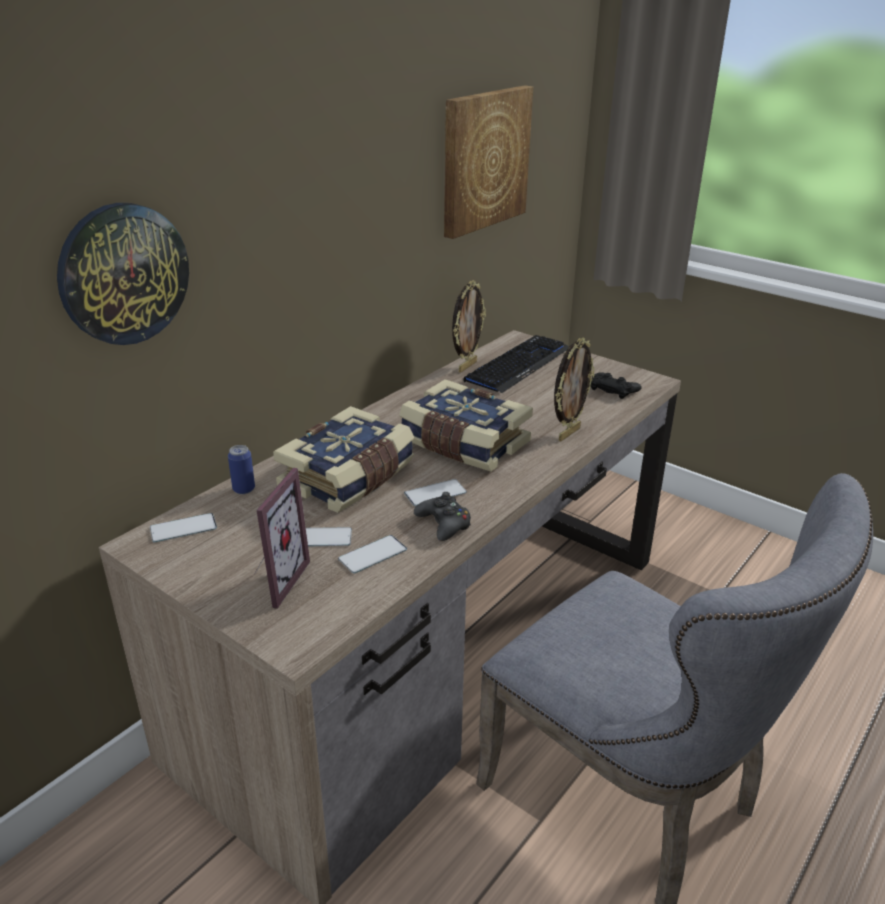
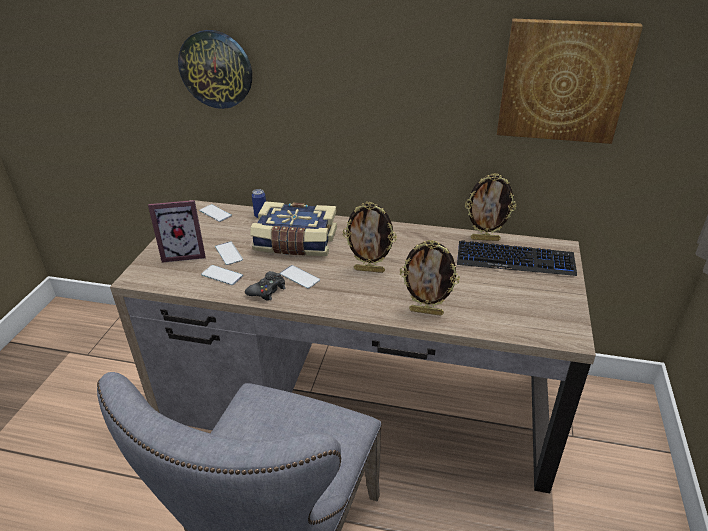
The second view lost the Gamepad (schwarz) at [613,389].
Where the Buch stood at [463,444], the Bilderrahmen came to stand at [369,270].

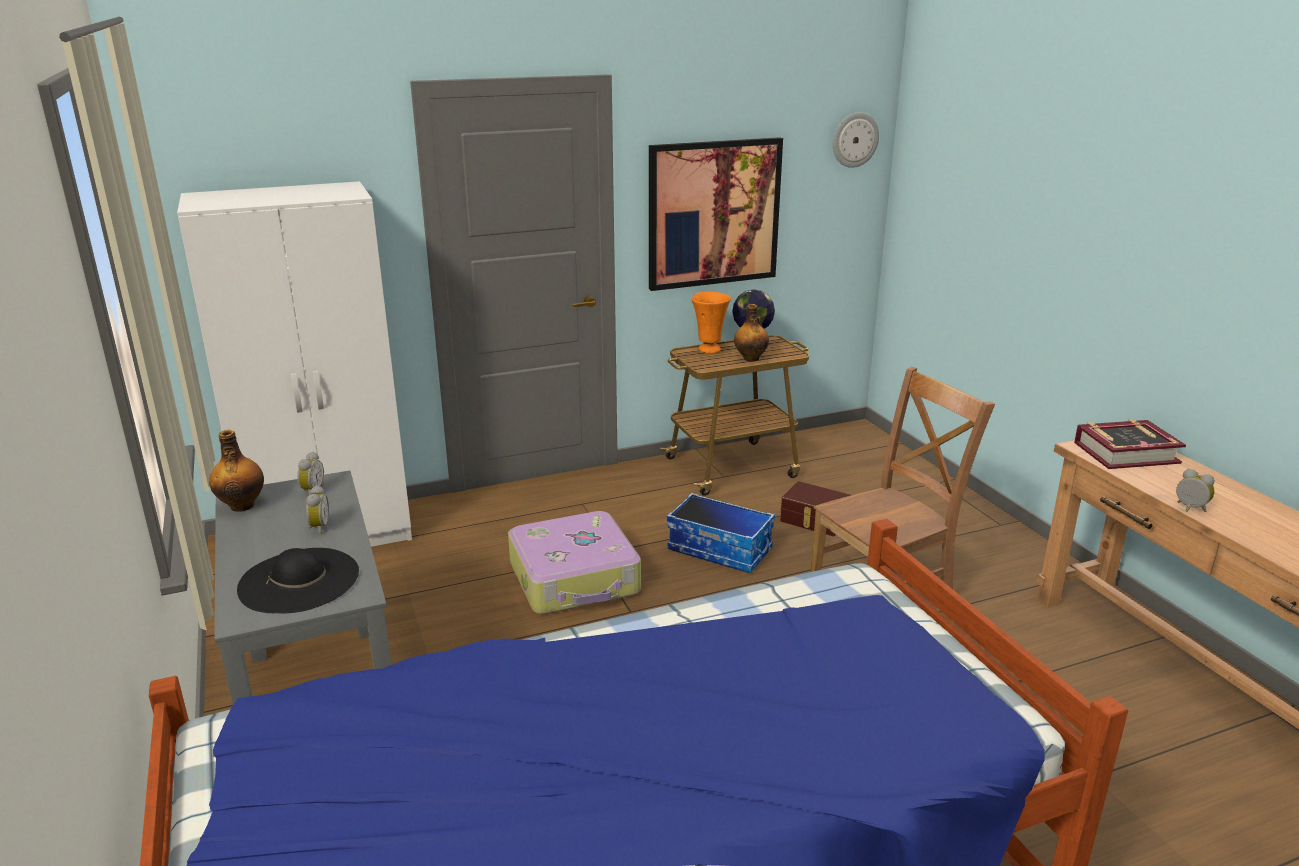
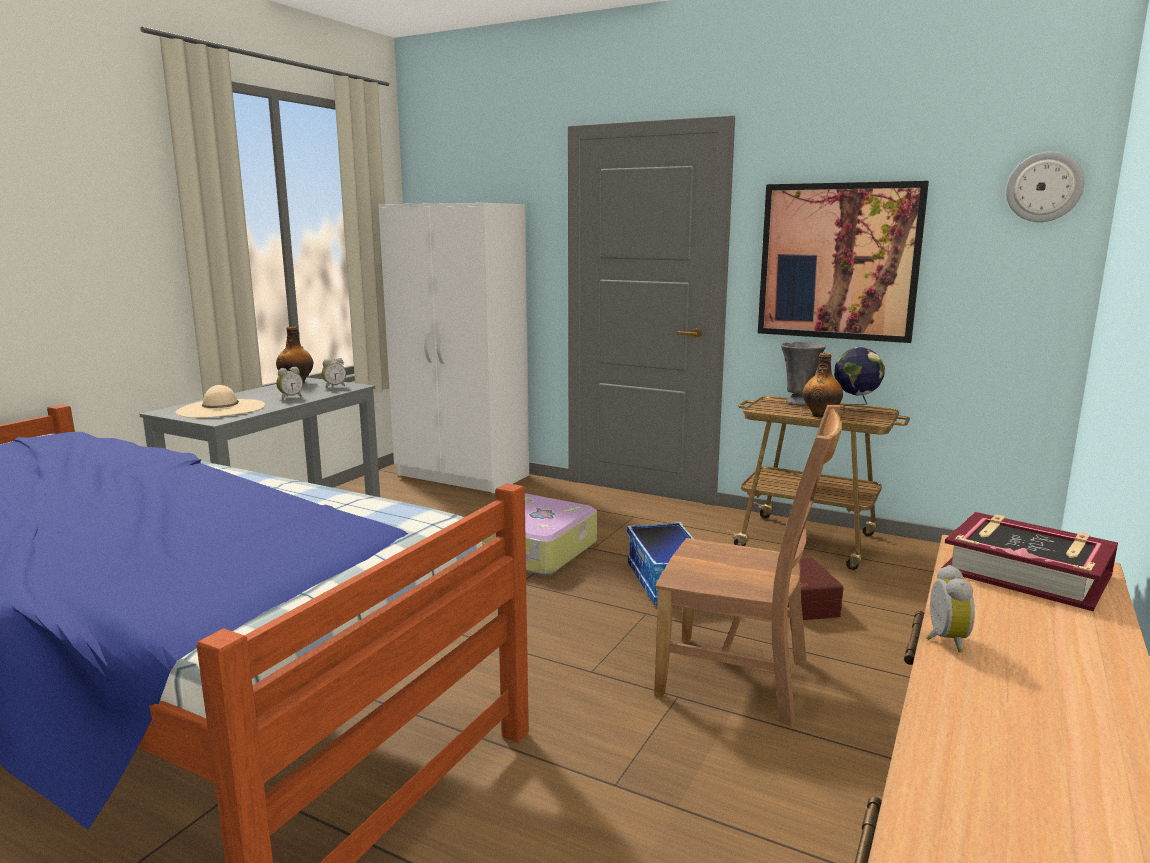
What was the Vase (orange) at [709,349] turned into the Vase (grau) at [799,402].
What was the Hut (schwarz) at [299,580] turned into the Hut (beige) at [221,409].

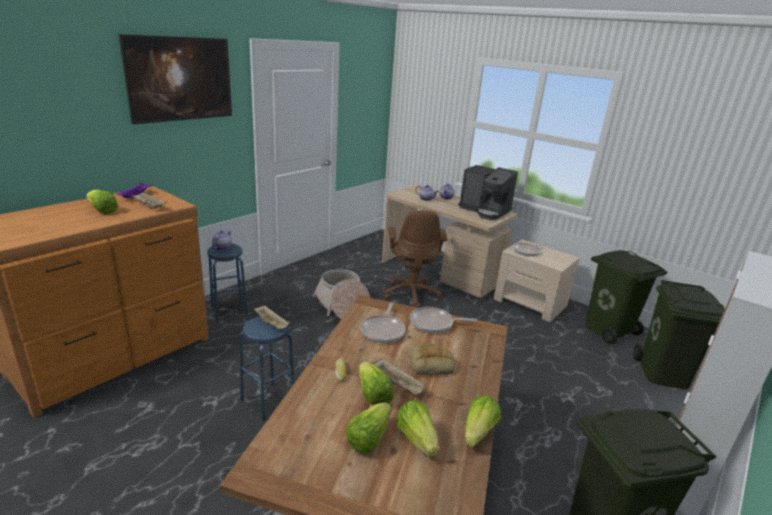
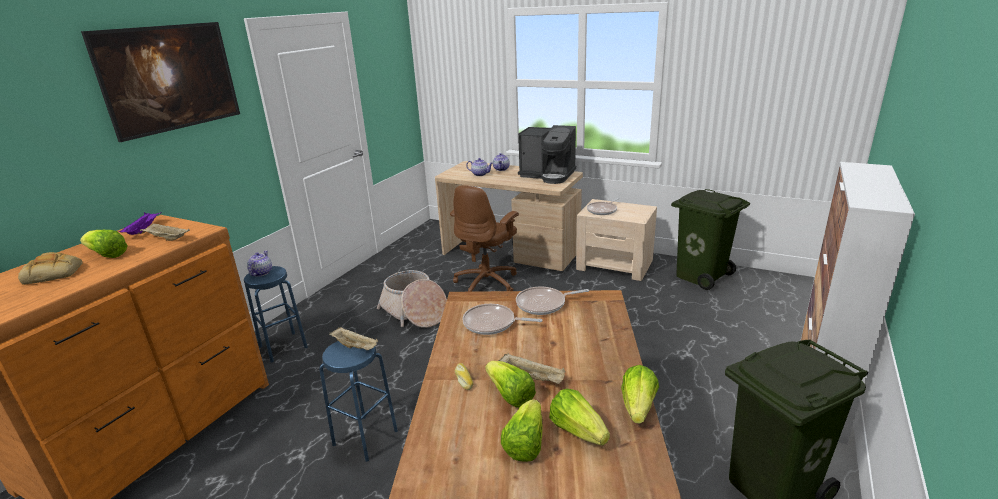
The Bürostuhl (braun) at [411,294] ended up facing another way, 45 degrees clockwise from before.
The second view lost the Mülleimer (grün) at [662,373].
The Pfanne at [383,330] ended up facing another way, 105 degrees clockwise from before.
The Brot ended up elsewhere, having gone from [431,364] to [55,273].

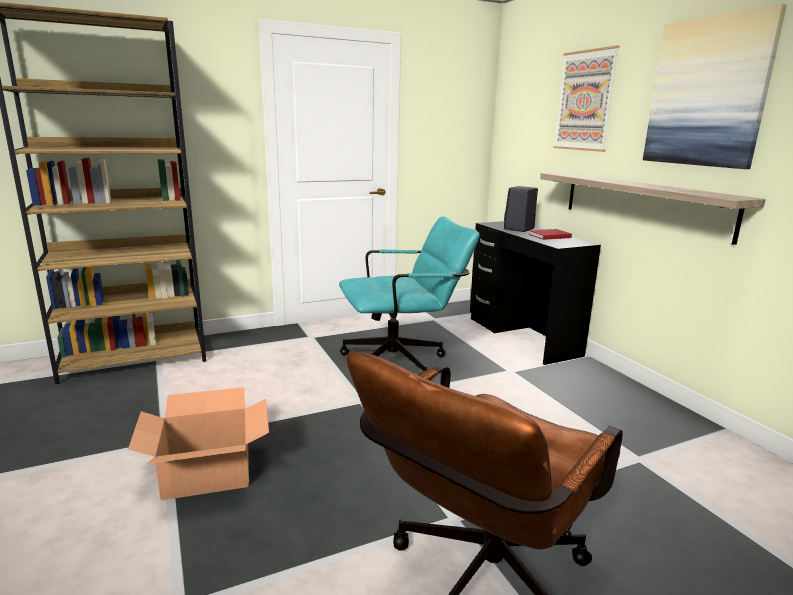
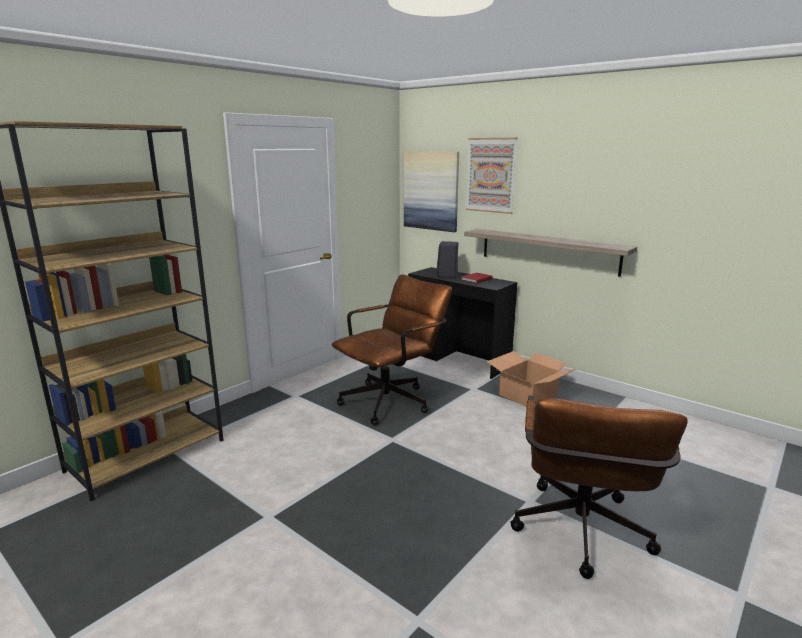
The Bild ended up elsewhere, having gone from [708,92] to [431,190].
What was the Bürostuhl (türkis) at [403,362] turned into the Bürostuhl (braun) at [392,400].
The Karton ended up elsewhere, having gone from [207,470] to [527,395].

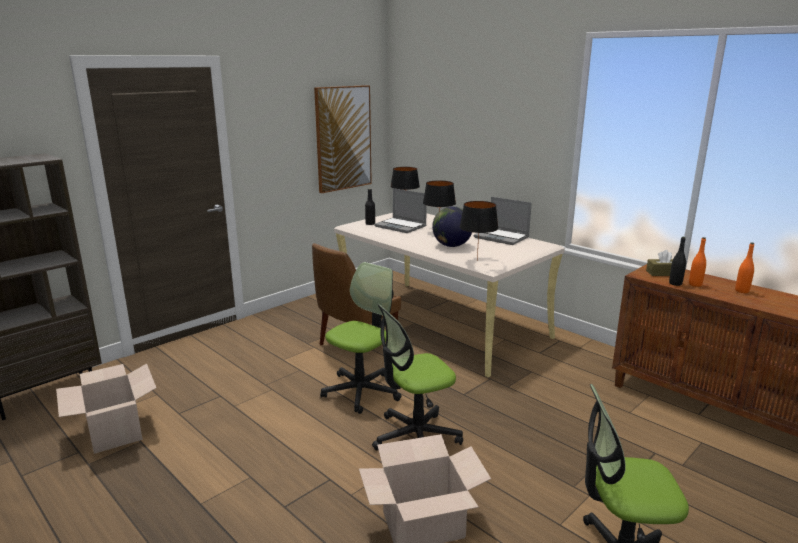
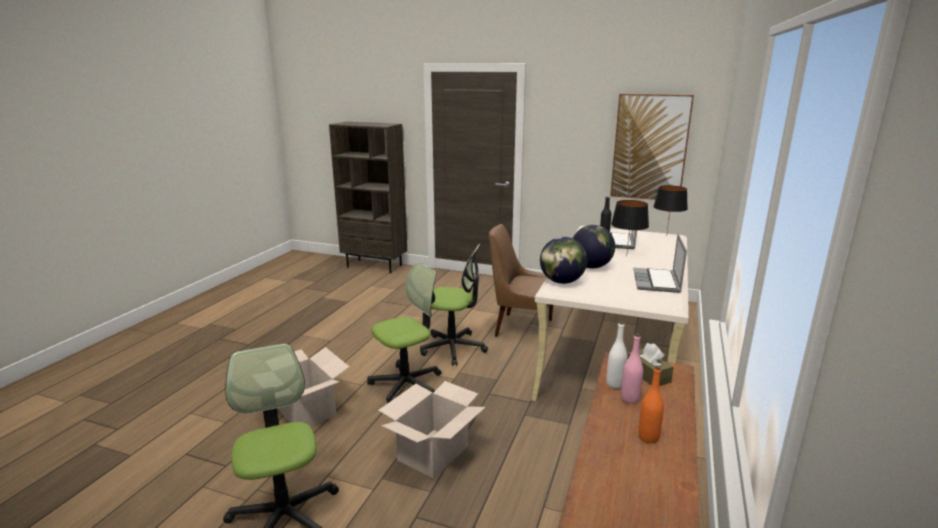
Where the Tischlampe (schwarz) stood at [477,260], the Globus came to stand at [561,282].
What was the Flasche (schwarz) at [675,283] turned into the Flasche (weiß) at [615,384].
What was the Flasche (orange) at [695,284] turned into the Flasche (rosa) at [629,399].
The Bürostuhl at [415,437] ended up facing another way, 105 degrees clockwise from before.
The Karton ended up elsewhere, having gone from [115,431] to [433,453].

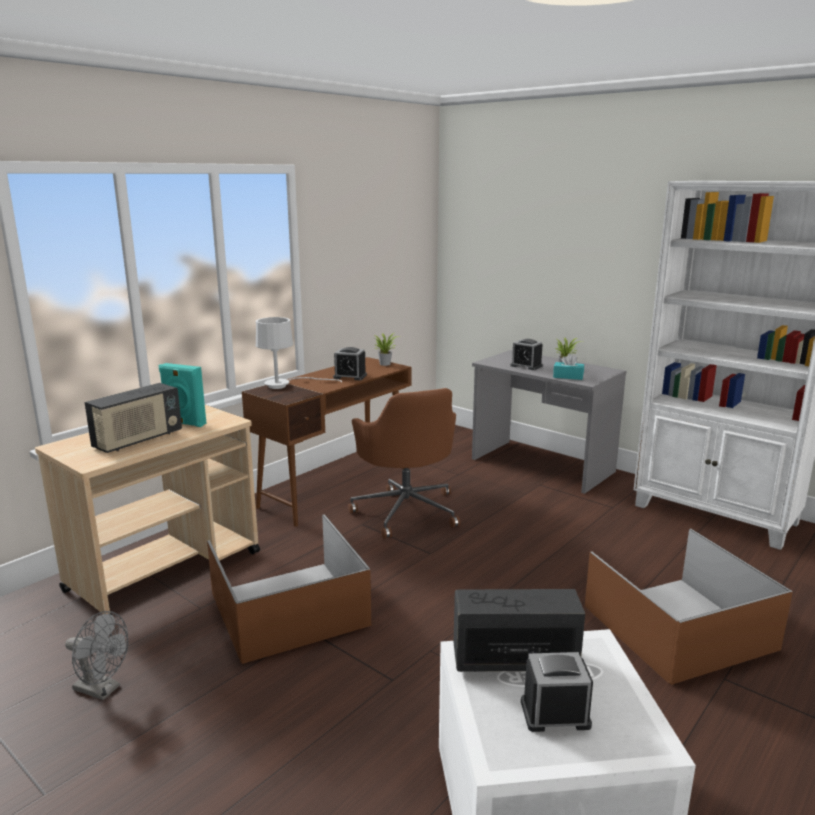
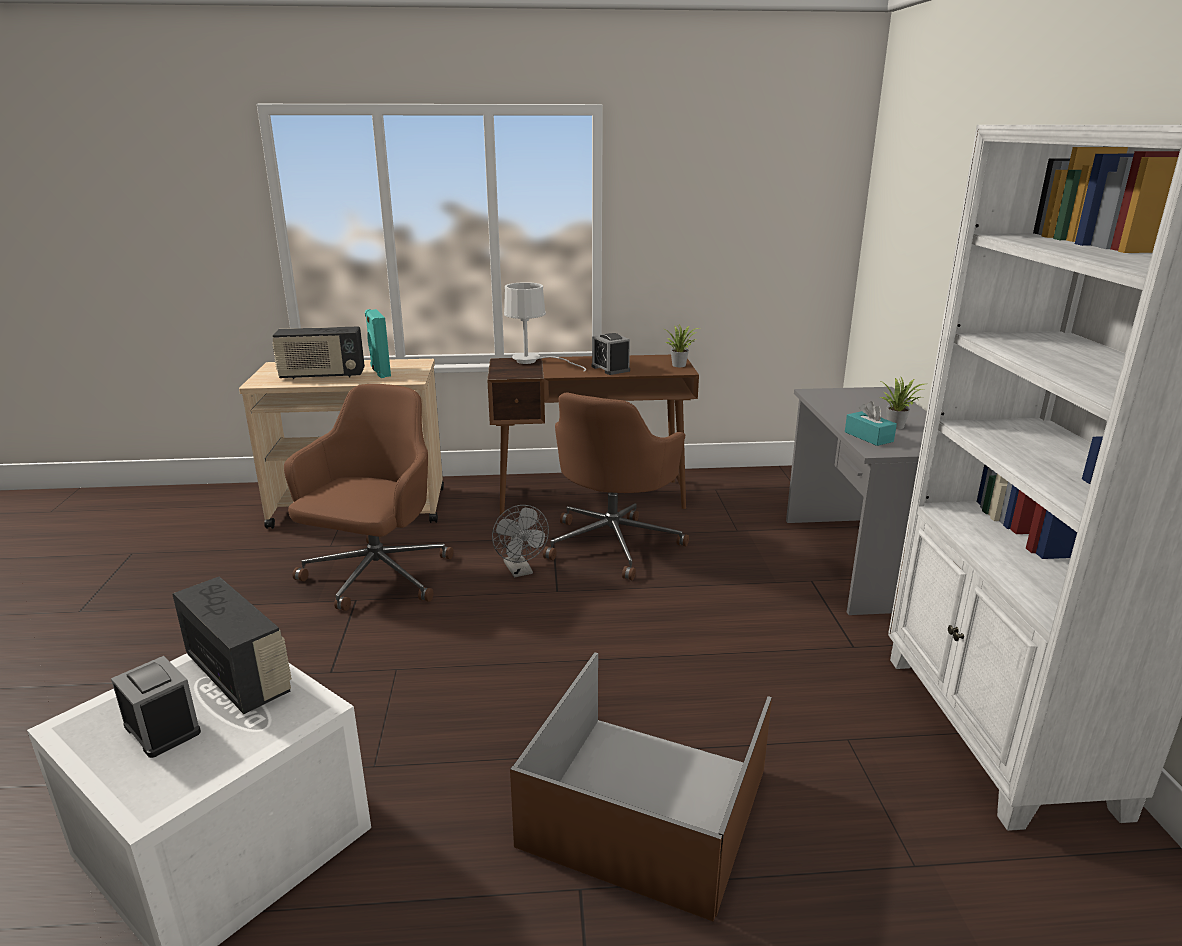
The second view lost the Wecker at [526,366].
Where the Aufbewahrungsbox (braun) stood at [291,608], the Bürostuhl (braun) came to stand at [376,577].
The Ventilator (grau) ended up elsewhere, having gone from [102,689] to [520,571].

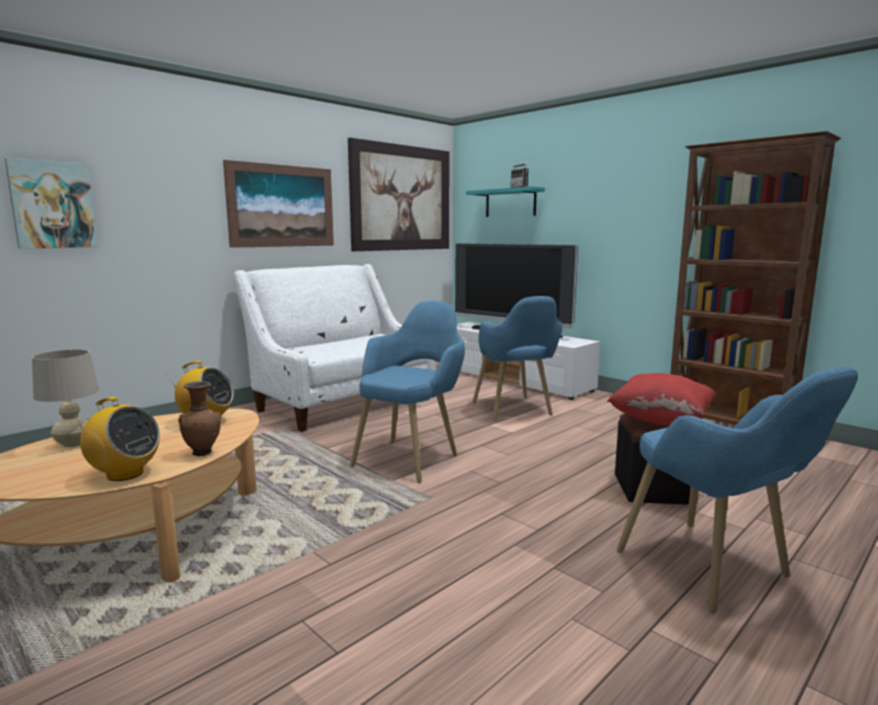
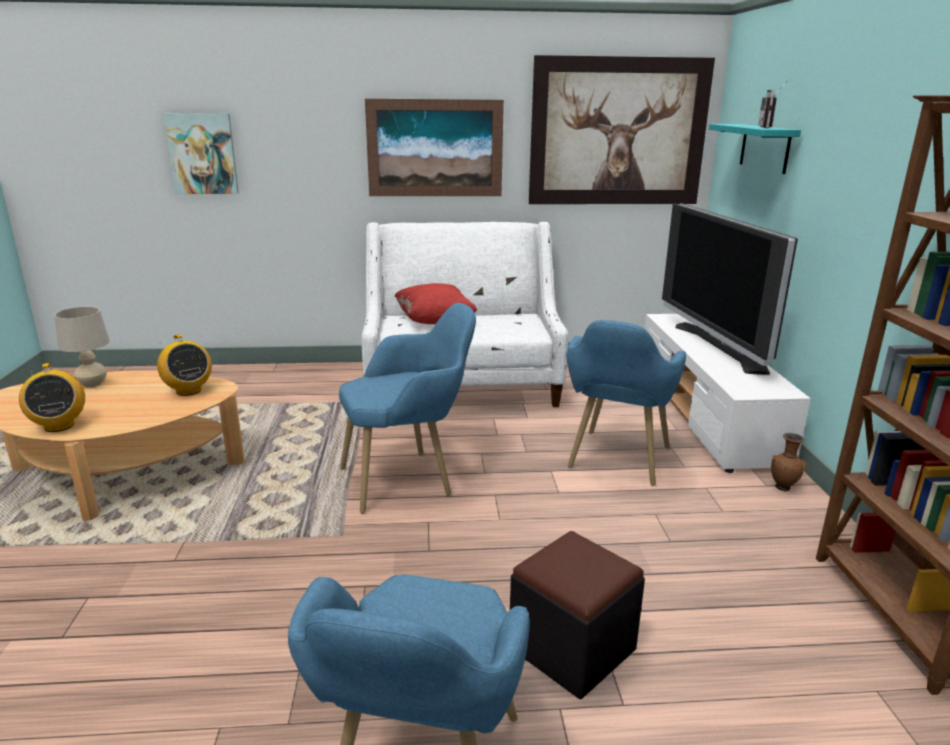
The Kissen (rot) ended up elsewhere, having gone from [661,421] to [435,321].
The Vase (braun) ended up elsewhere, having gone from [203,453] to [783,487].

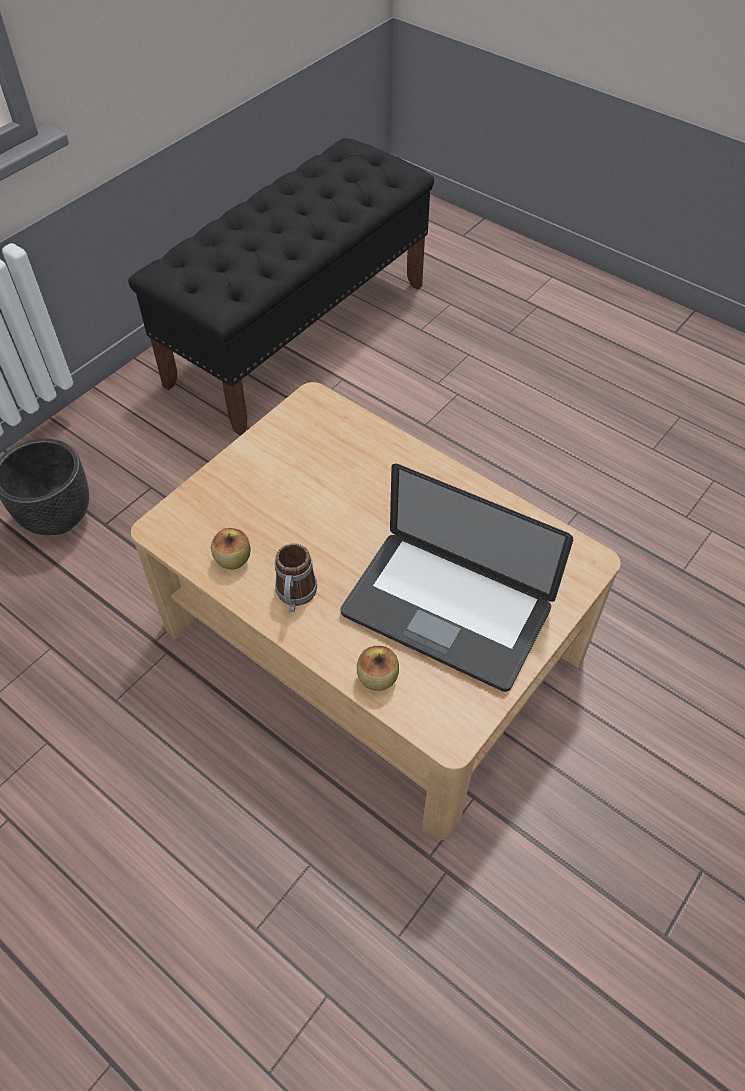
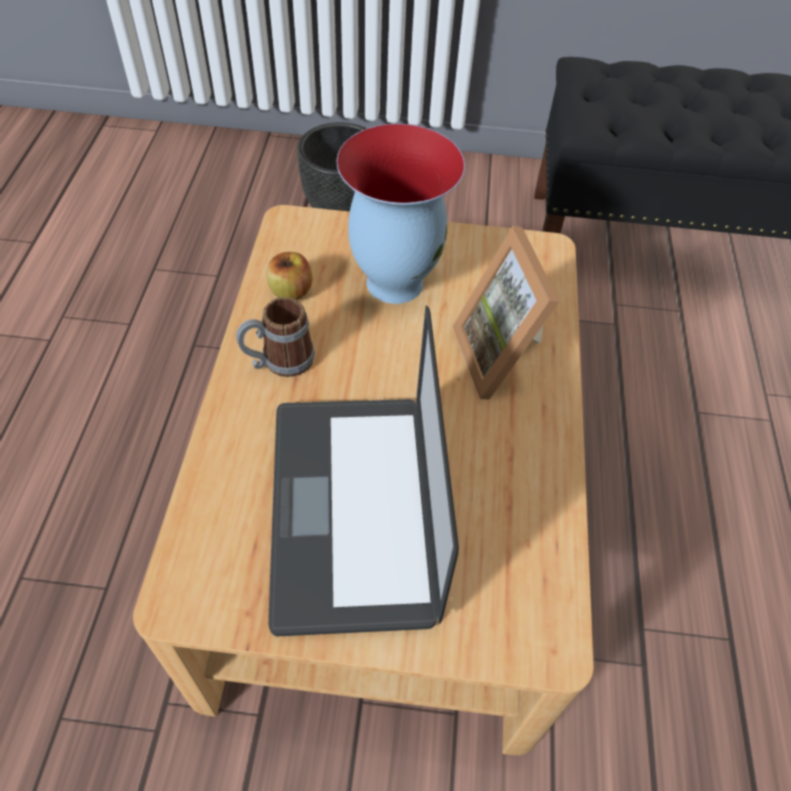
The second view lost the Apfel at [377,678].
The second view gained the Vase at [393,281].
The second view gained the Bilderrahmen at [503,356].

